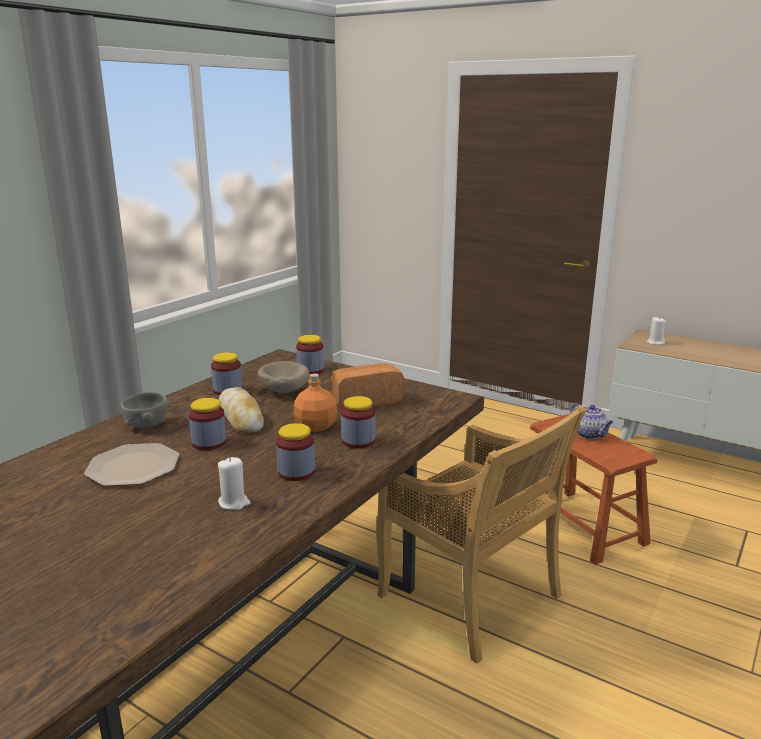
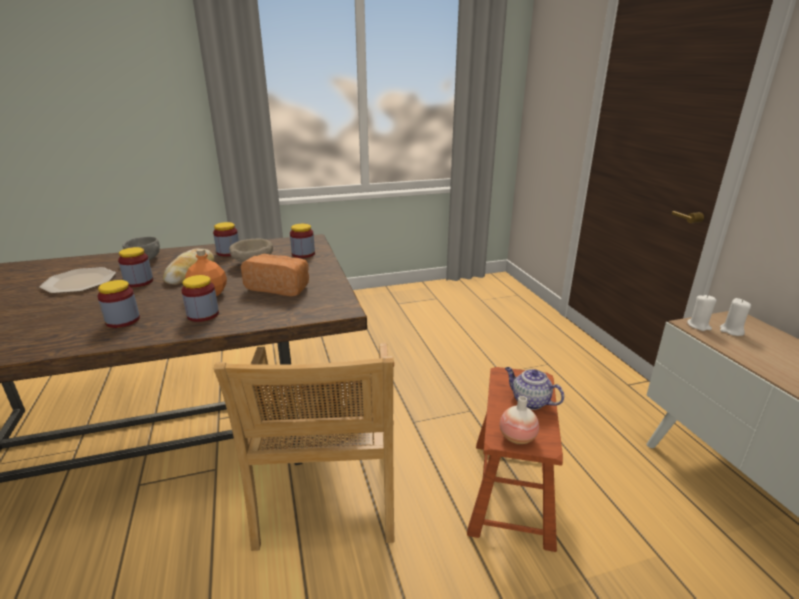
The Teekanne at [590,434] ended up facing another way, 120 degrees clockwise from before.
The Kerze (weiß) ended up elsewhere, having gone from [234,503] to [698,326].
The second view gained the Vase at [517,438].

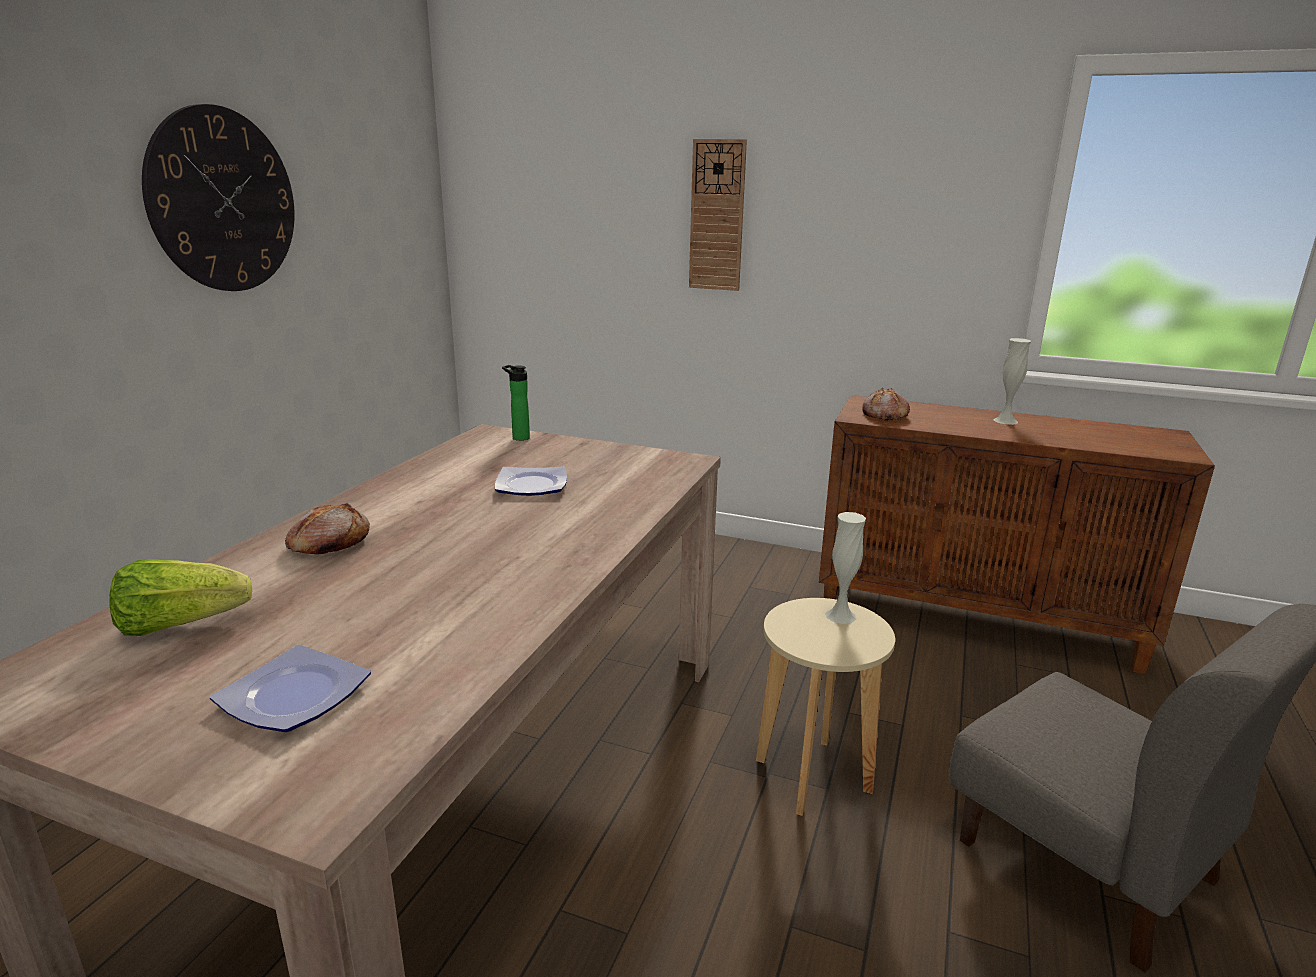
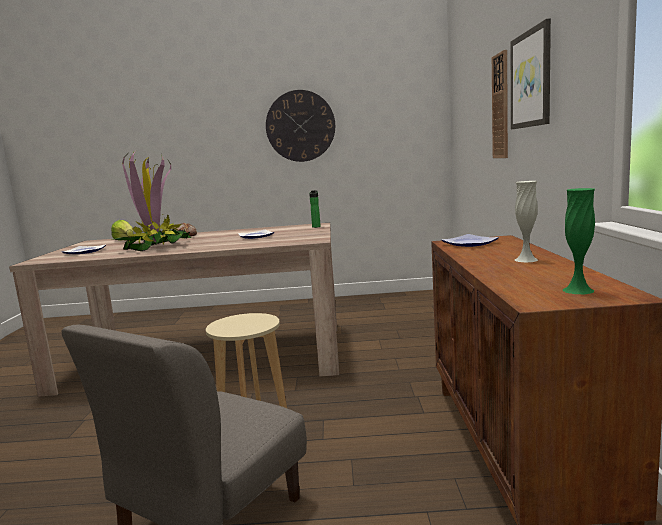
Where the Brot stood at [884,415], the Teller came to stand at [468,243].
The second view lost the Vase (weiß) at [840,615].
The second view gained the Bild at [531,79].
The second view gained the Topfpflanze at [157,246].
The second view gained the Vase (grün) at [578,290].

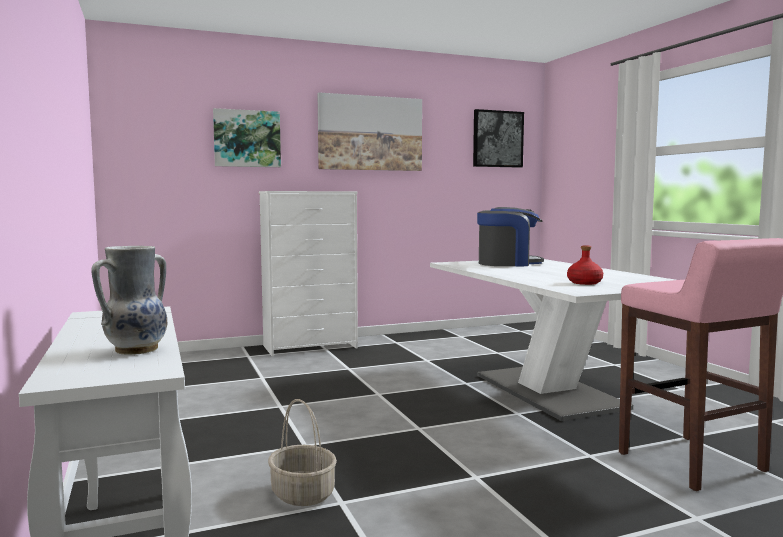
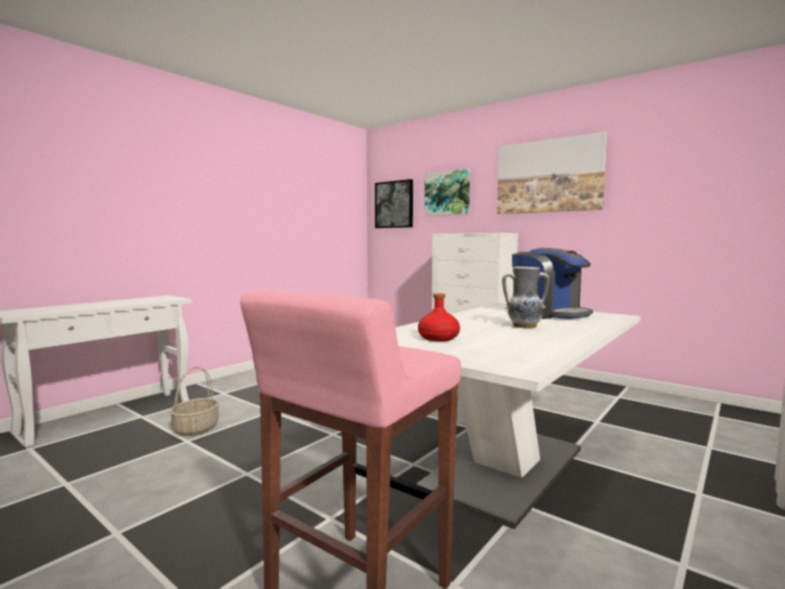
The Bild ended up elsewhere, having gone from [497,139] to [394,204].
The Vase ended up elsewhere, having gone from [135,350] to [524,326].

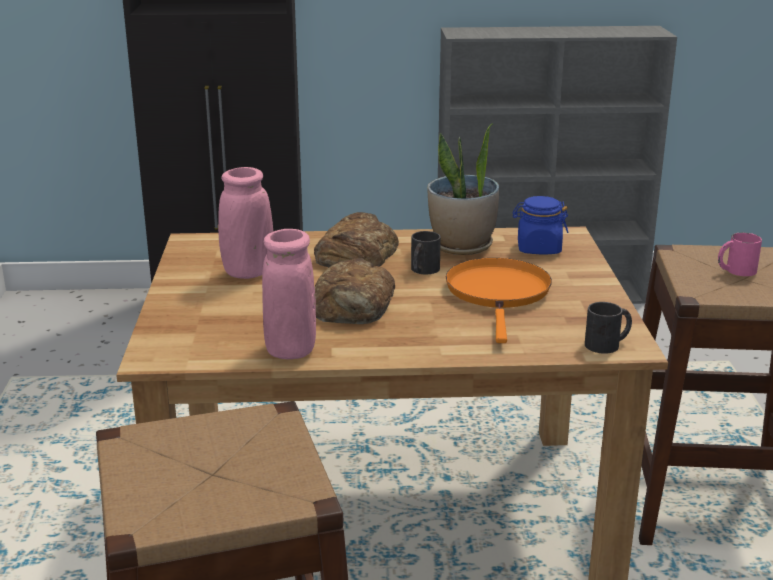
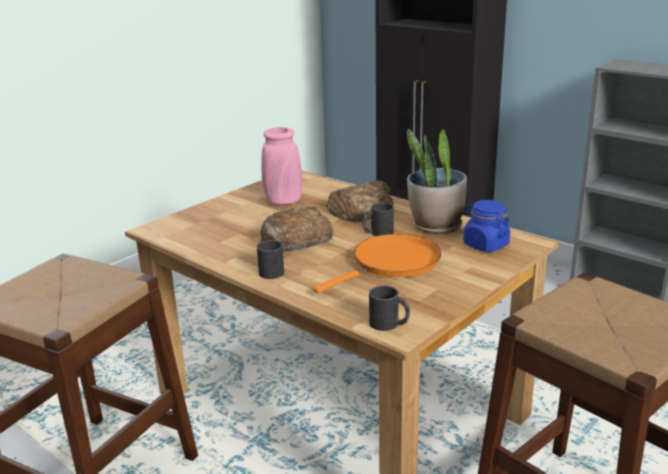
The second view lost the Vase (rosa) at [290,350].
The second view lost the Henkelbecher (rosa) at [735,270].
The second view gained the Henkelbecher (schwarz) at [274,270].

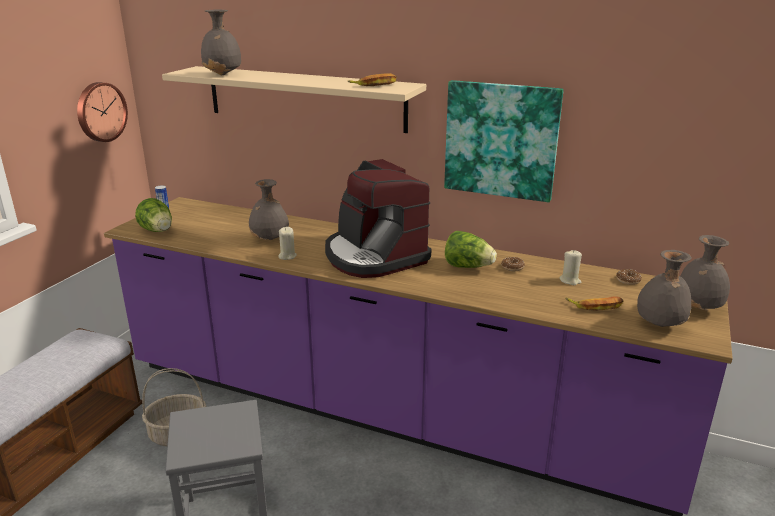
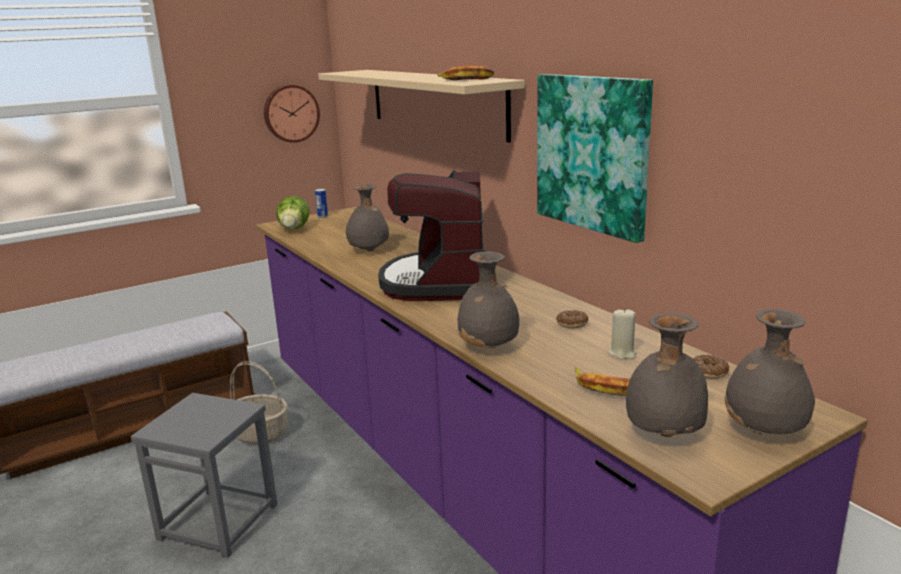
The Vase (grau) ended up elsewhere, having gone from [223,75] to [489,347].
The second view lost the Kerze (beige) at [287,256].
The second view lost the Salatkopf at [468,267].

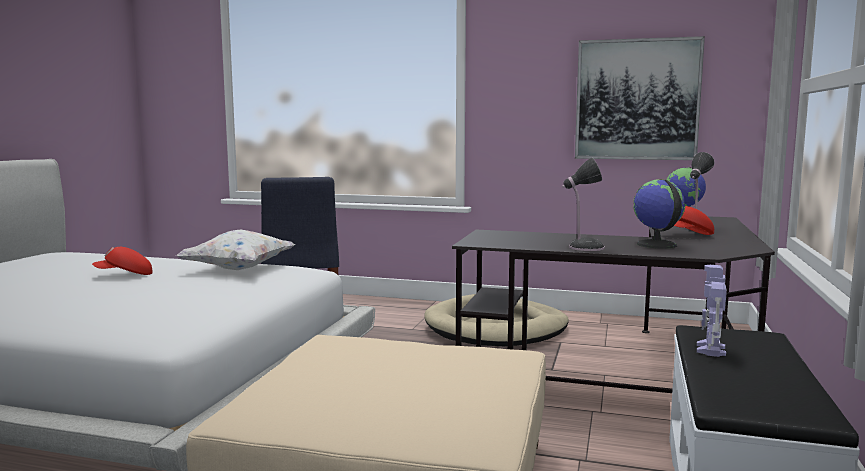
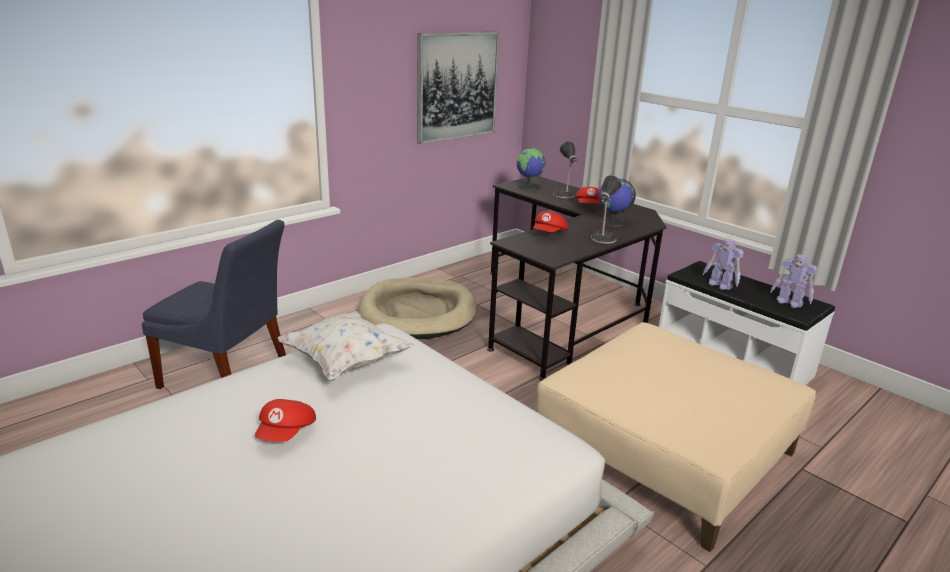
The second view gained the Kappe (rot) at [549,234].
The second view gained the Spielzeugroboter at [789,303].

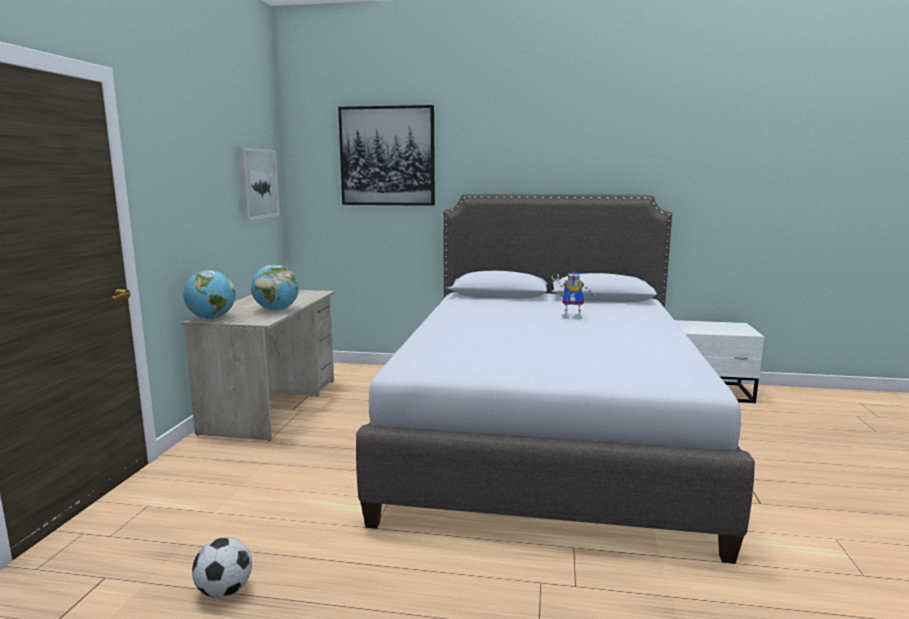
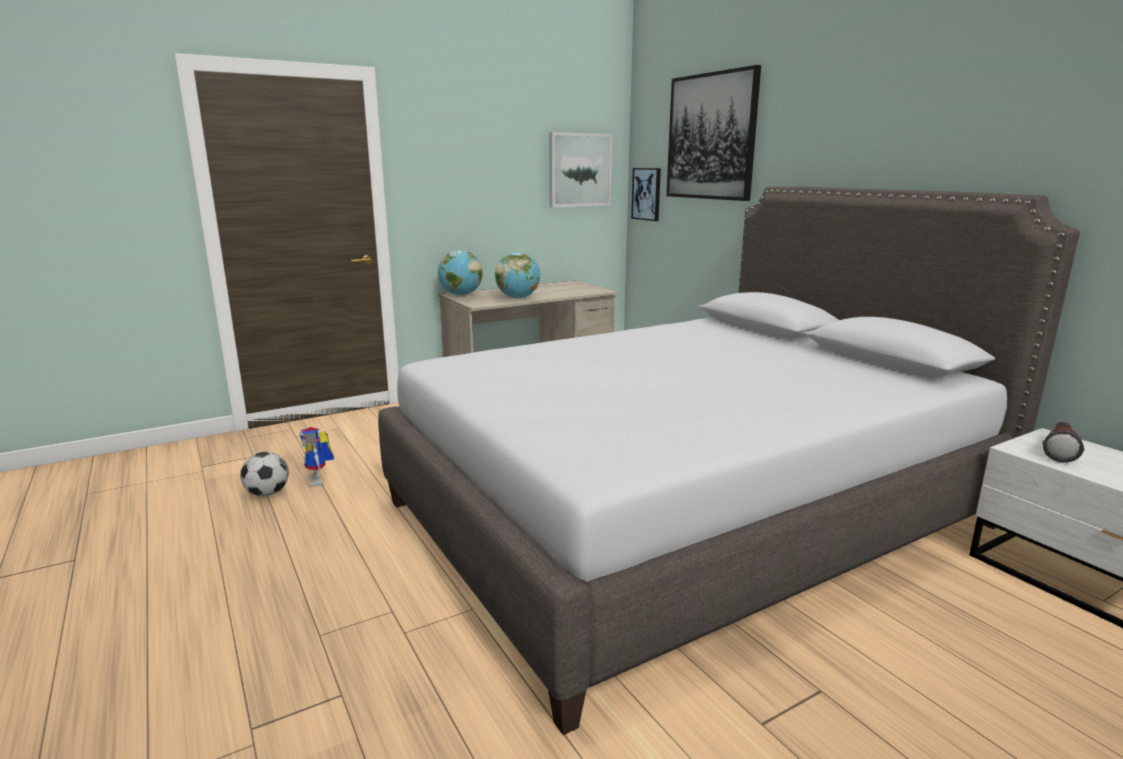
The Spielzeugroboter ended up elsewhere, having gone from [574,316] to [320,481].
The second view gained the Bild at [647,194].
The second view gained the Taschenlampe at [1059,451].

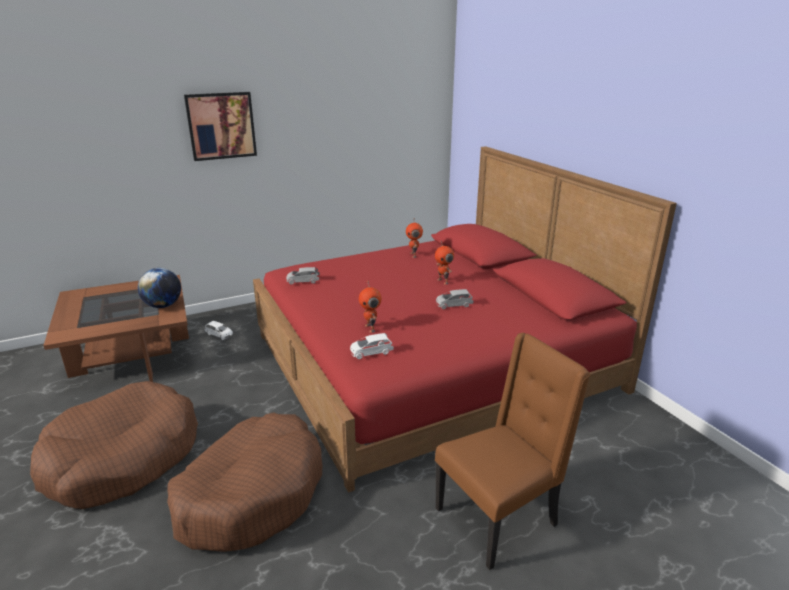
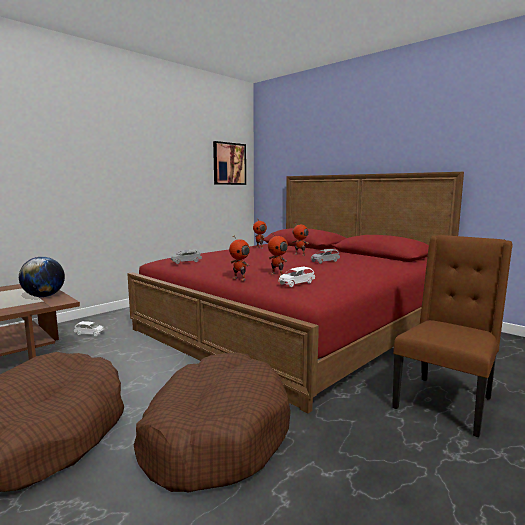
The Bild ended up elsewhere, having gone from [221,126] to [229,164].
The second view gained the Spielzeugroboter at [240,279].

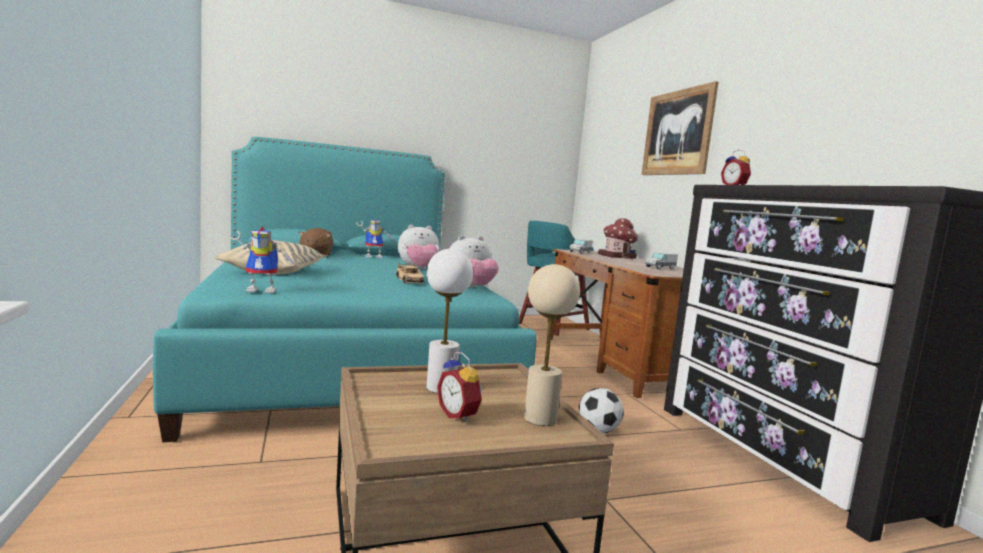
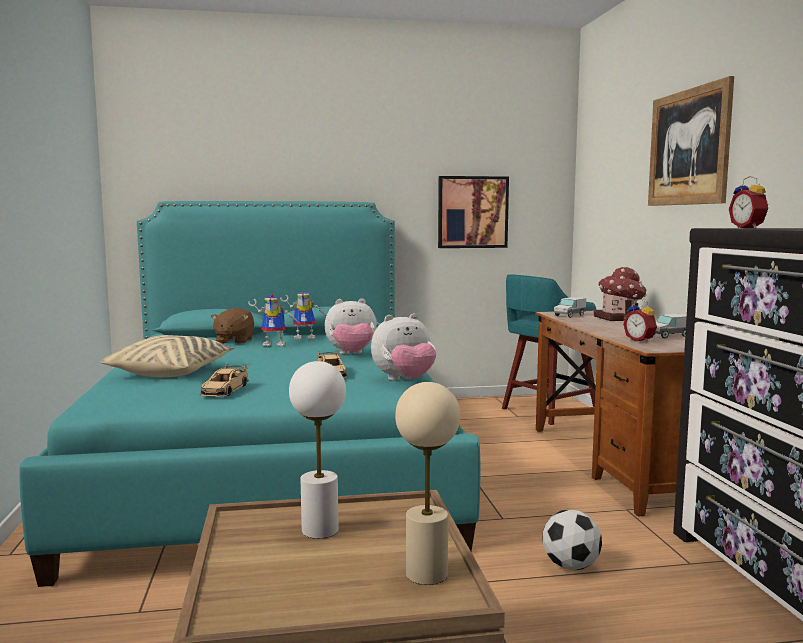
The Spielzeugroboter ended up elsewhere, having gone from [264,290] to [276,344].
The Wecker ended up elsewhere, having gone from [460,415] to [640,340].
The second view gained the Bild at [472,212].
The second view gained the Spielzeugauto (beige) at [225,390].

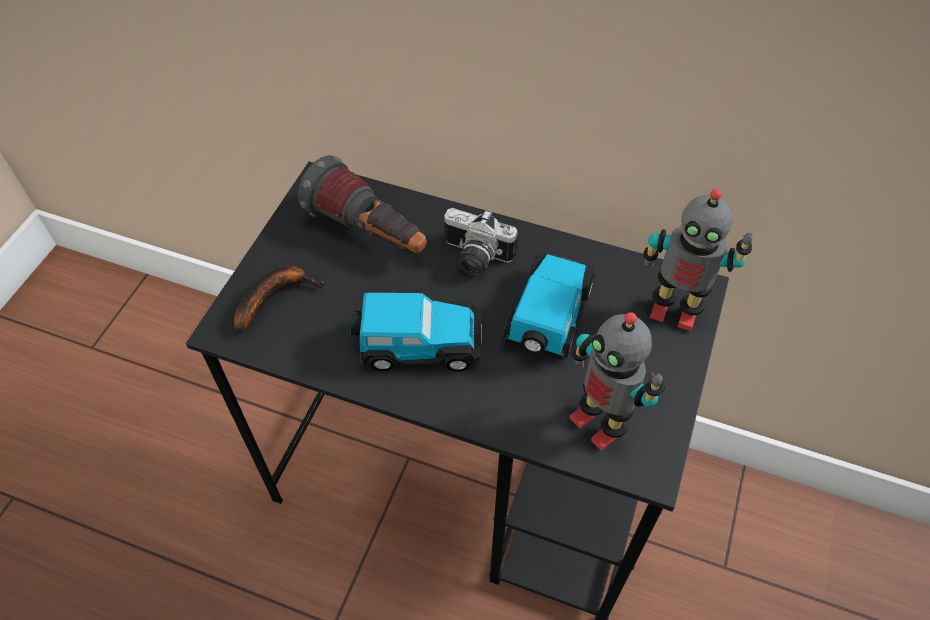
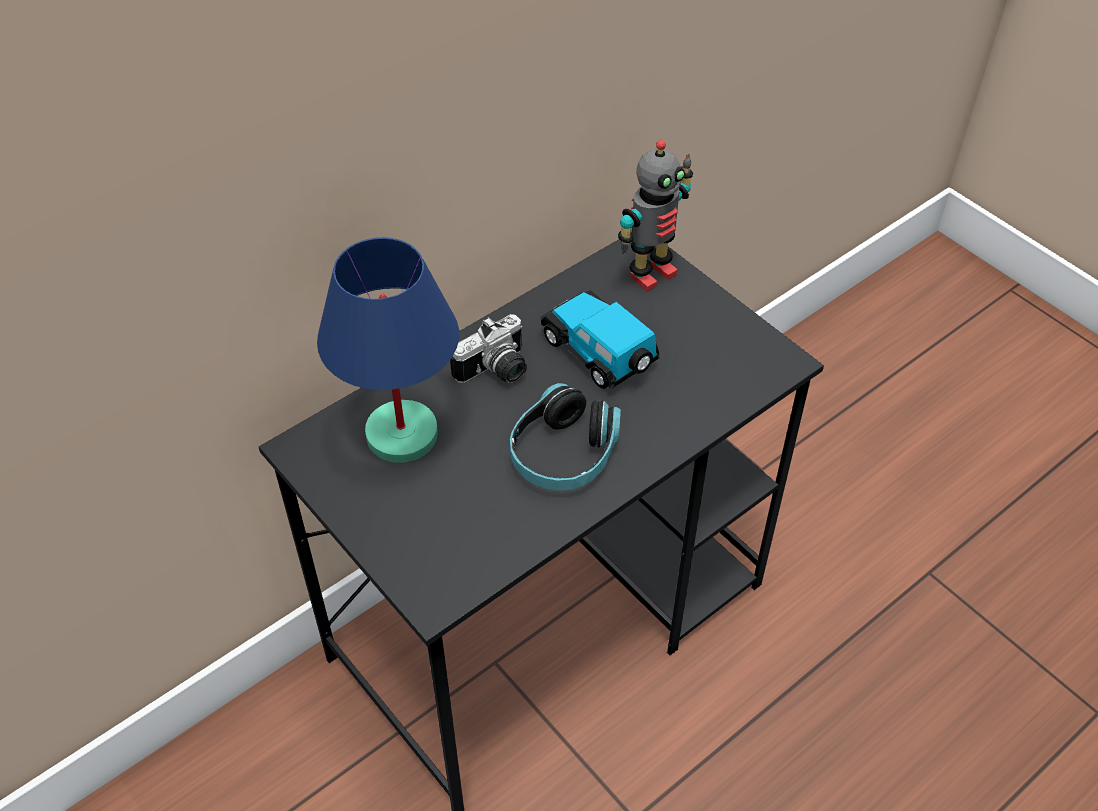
Where the Taschenlampe stood at [370,233], the Tischlampe (blau) came to stand at [403,435].
The second view lost the Banane at [274,297].
Where the Spielzeugauto stood at [418,344], the Kopfhörer came to stand at [564,454].
The second view lost the Spielzeugroboter at [599,423].

